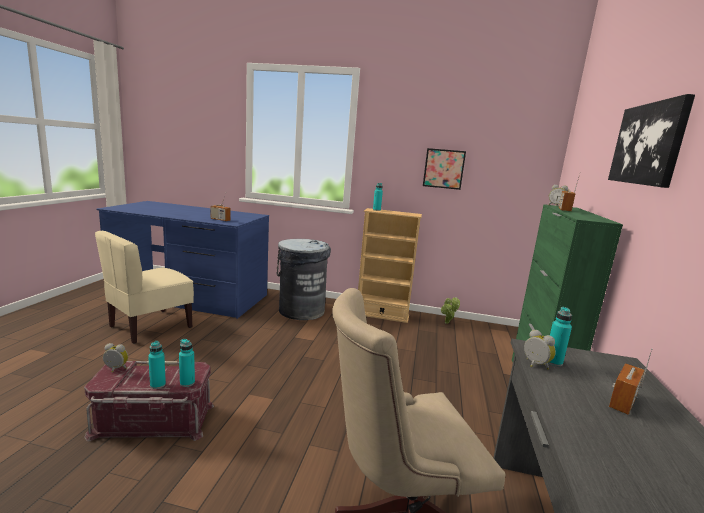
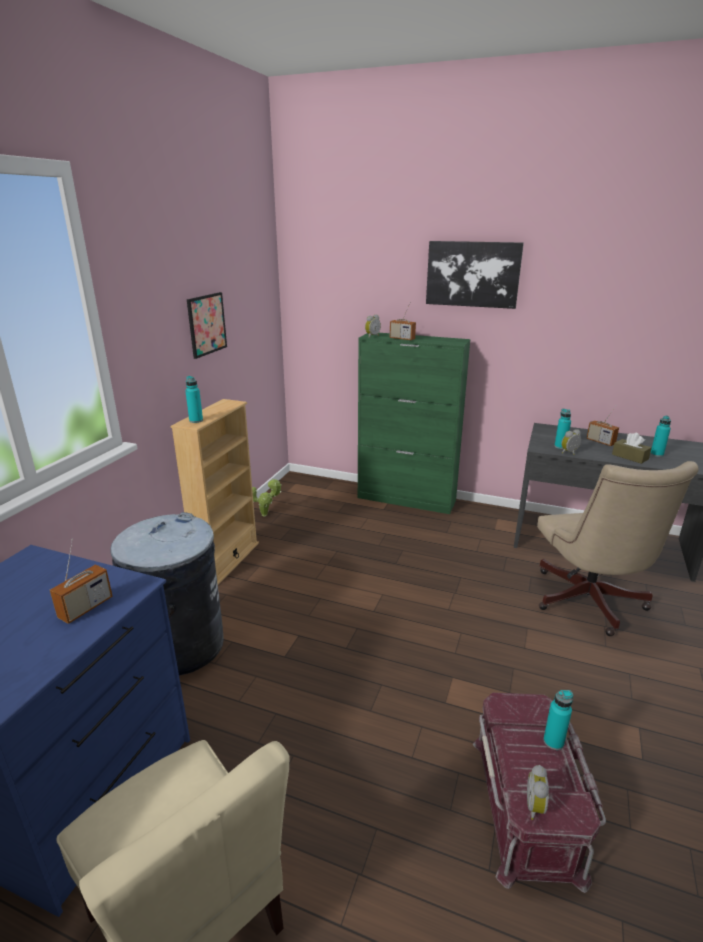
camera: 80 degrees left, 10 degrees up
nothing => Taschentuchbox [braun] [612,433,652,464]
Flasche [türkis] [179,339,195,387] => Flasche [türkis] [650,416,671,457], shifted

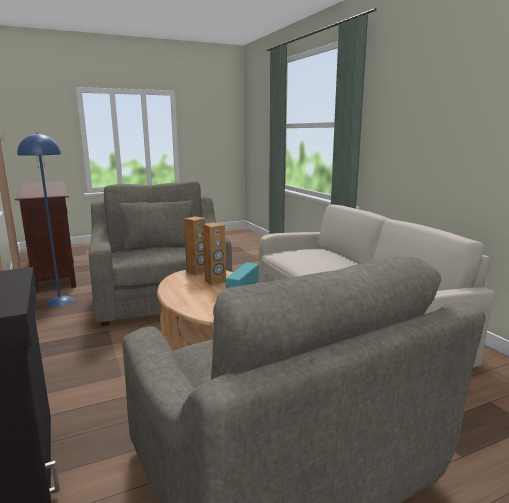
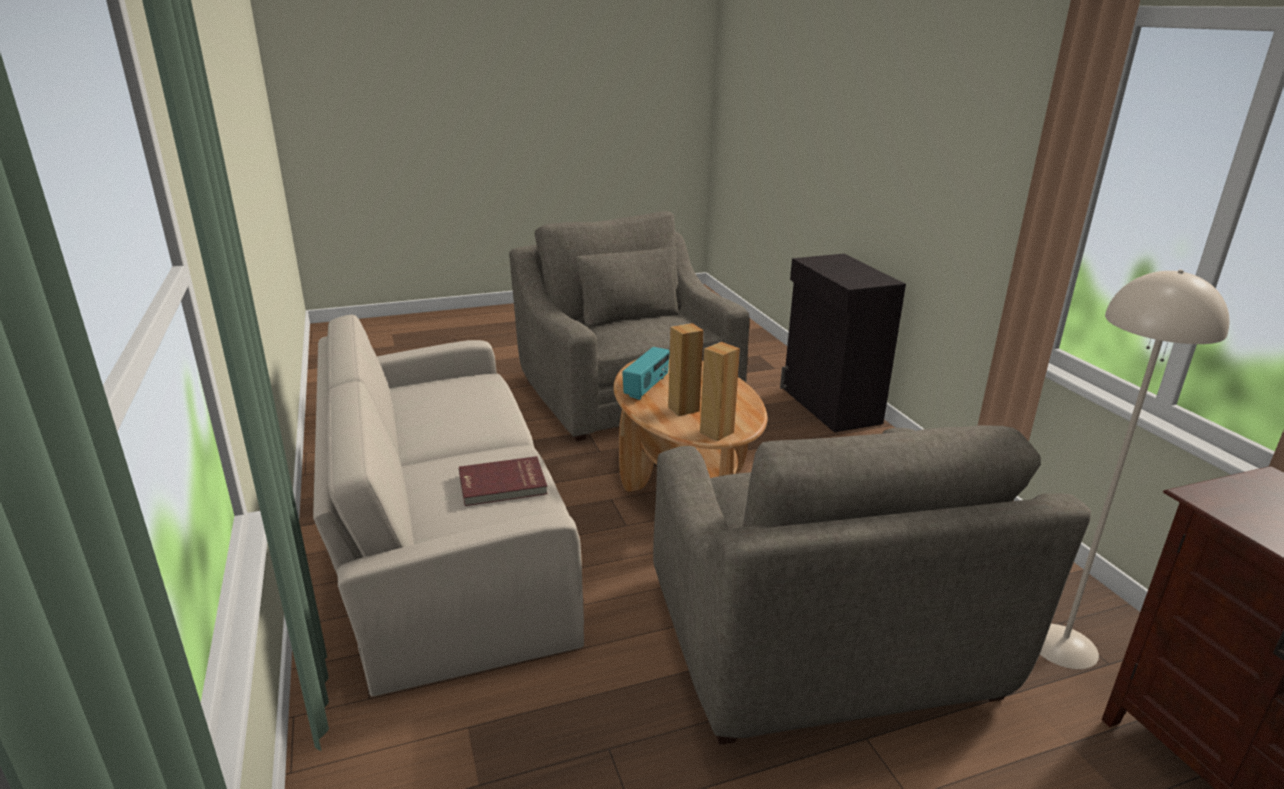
camera: 175 degrees left, 10 degrees up
nothing => Buch [rot] [459,456,548,506]
Stehlampe [blau] [17,133,74,307] => Stehlampe [beige] [1040,269,1229,669]

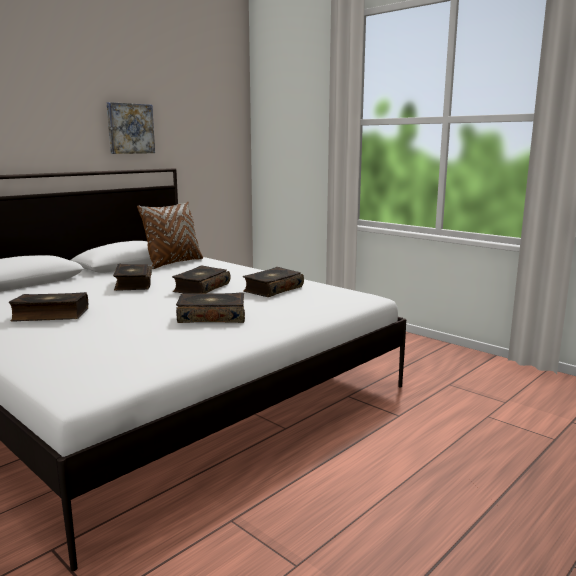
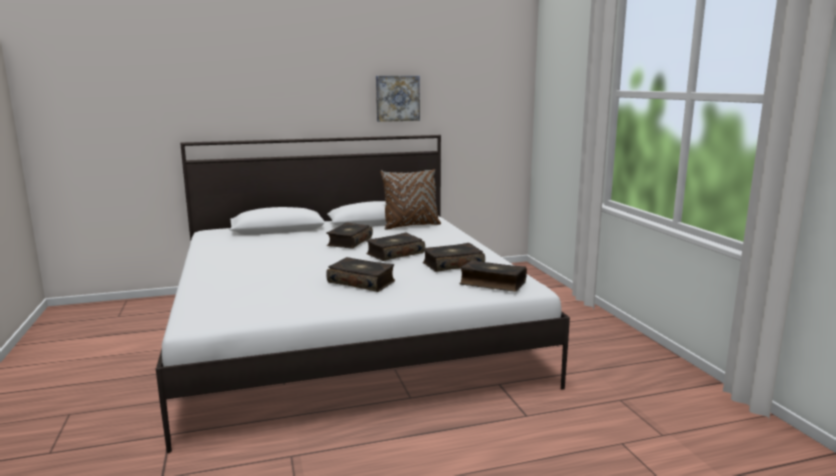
camera: 30 degrees right, 0 degrees up
Buch [9,292,88,322] => Buch [460,260,527,292], shifted

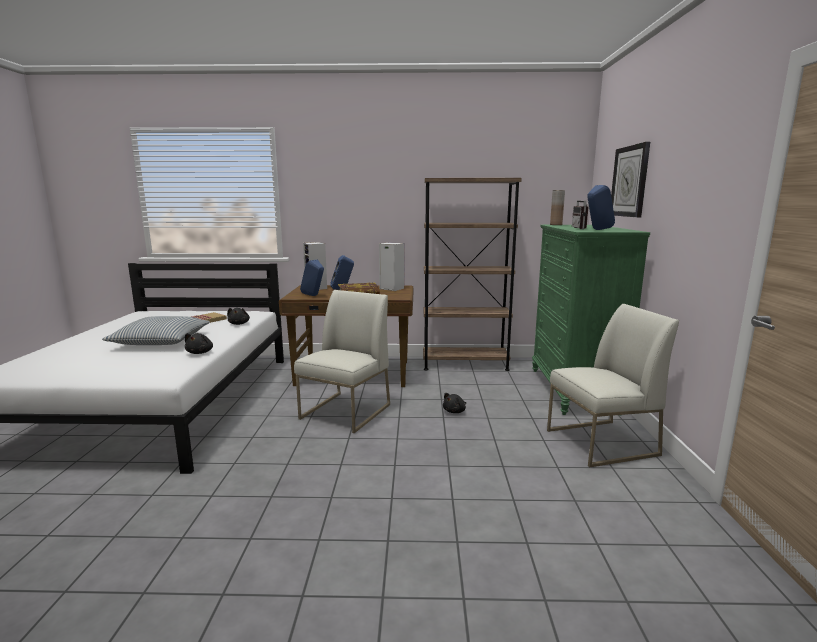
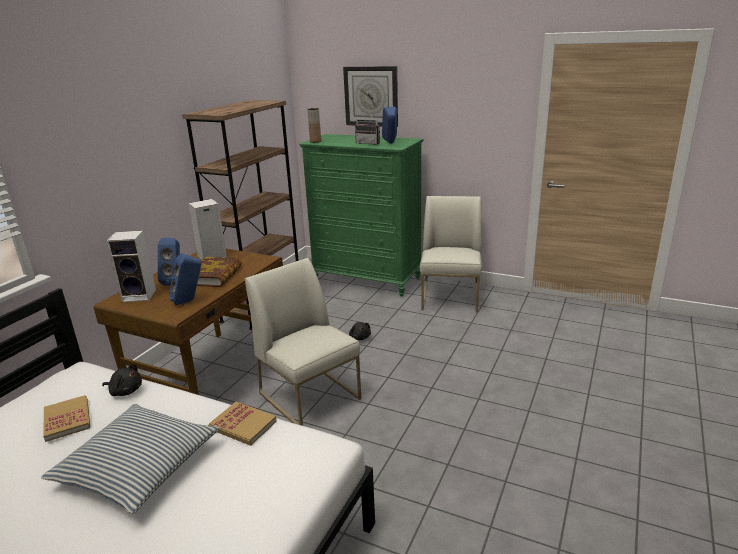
camera: 65 degrees left, 10 degrees up
Plüschtier [schwarz] [185,333,213,354] => Buch [208,402,277,446]

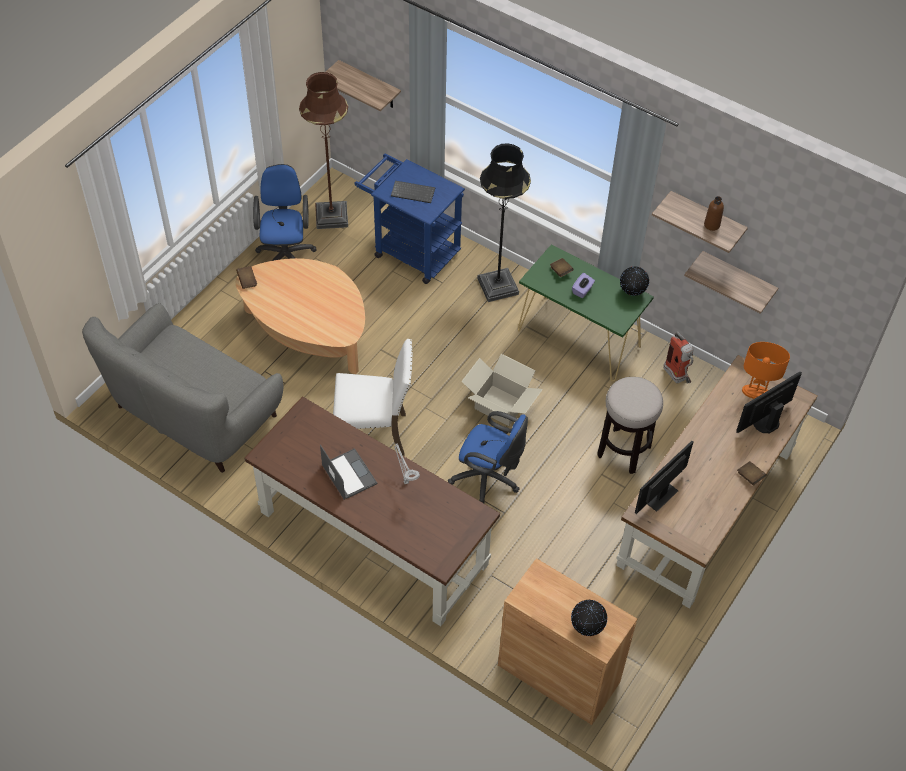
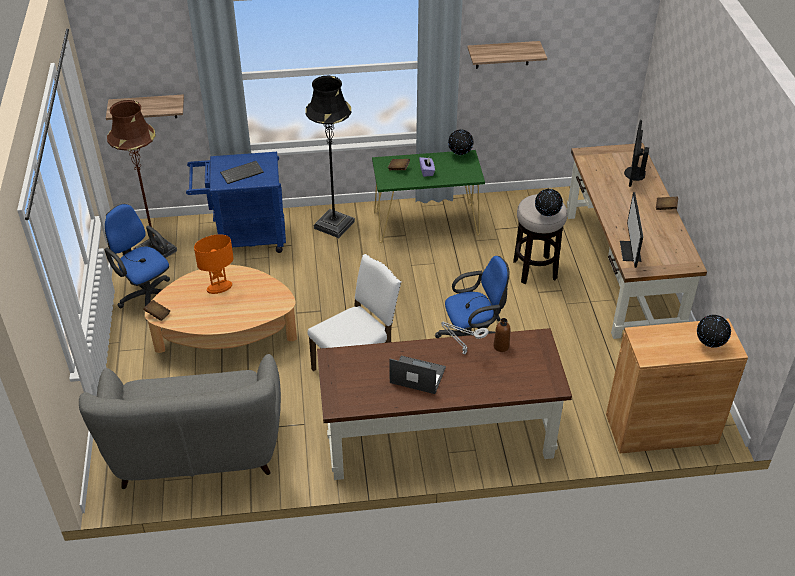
camera: 40 degrees left, 10 degrees down
Tischlampe [orange] [742,342,790,399] => Tischlampe [orange] [194,234,233,294], shifted
Flasche [braun] [704,196,724,231] => Flasche [braun] [493,318,511,352], shifted
nothing => Globus [535,189,563,217]
Karton [461,354,543,426] => nothing
Feuerlöscher [663,332,694,384] => nothing
Wandregal [684,251,778,314] => nothing

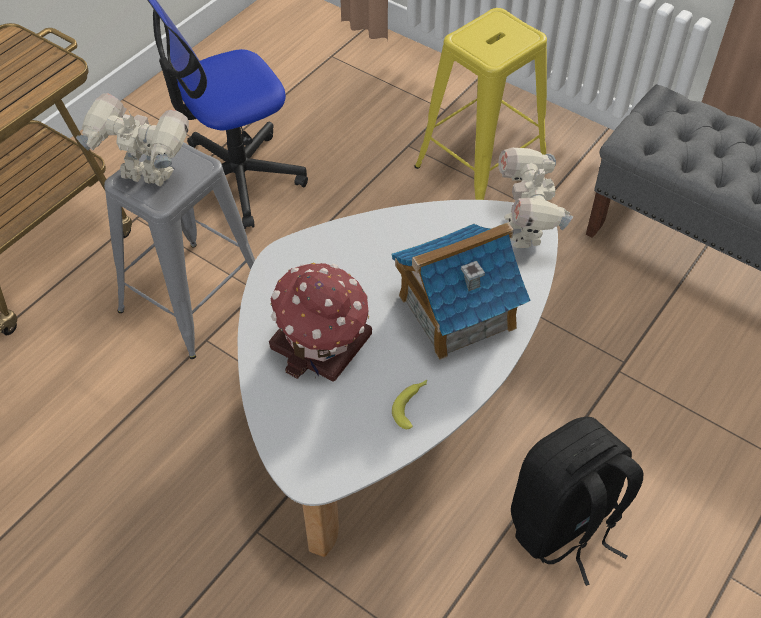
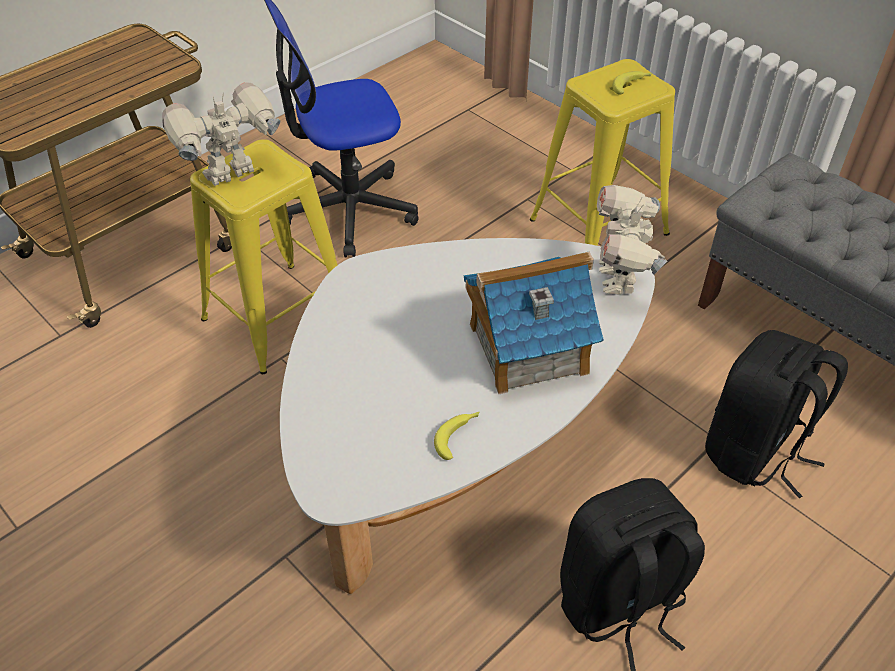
camera: 10 degrees right, 5 degrees down
Spielzeugroboter [76,94,189,187] => Spielzeugroboter [162,82,281,186], 60 degrees counterclockwise
Hocker [grau] [104,142,255,359] => Hocker [gelb] [190,139,337,374]
nothing => Banane [613,71,652,95]
nothing => Rucksack [schwarz] [705,330,848,498]
Spielzeughaus [269,263,372,382] => nothing

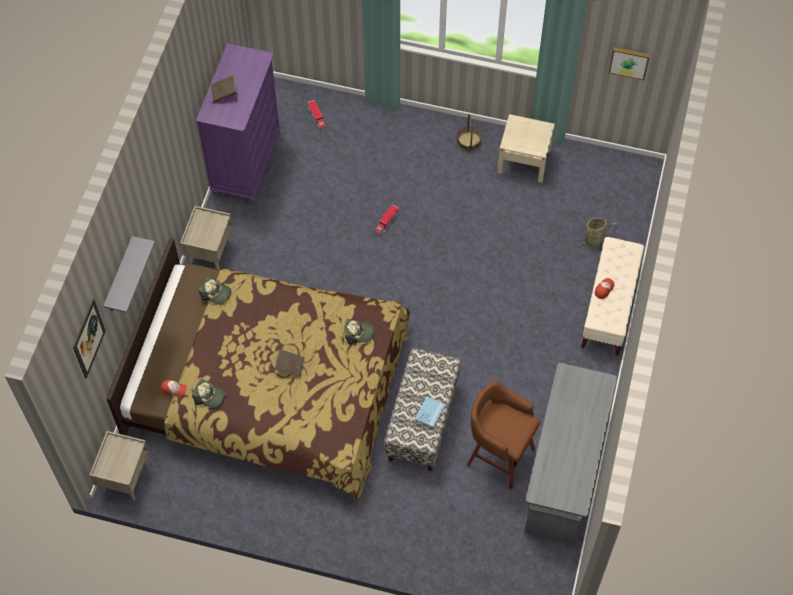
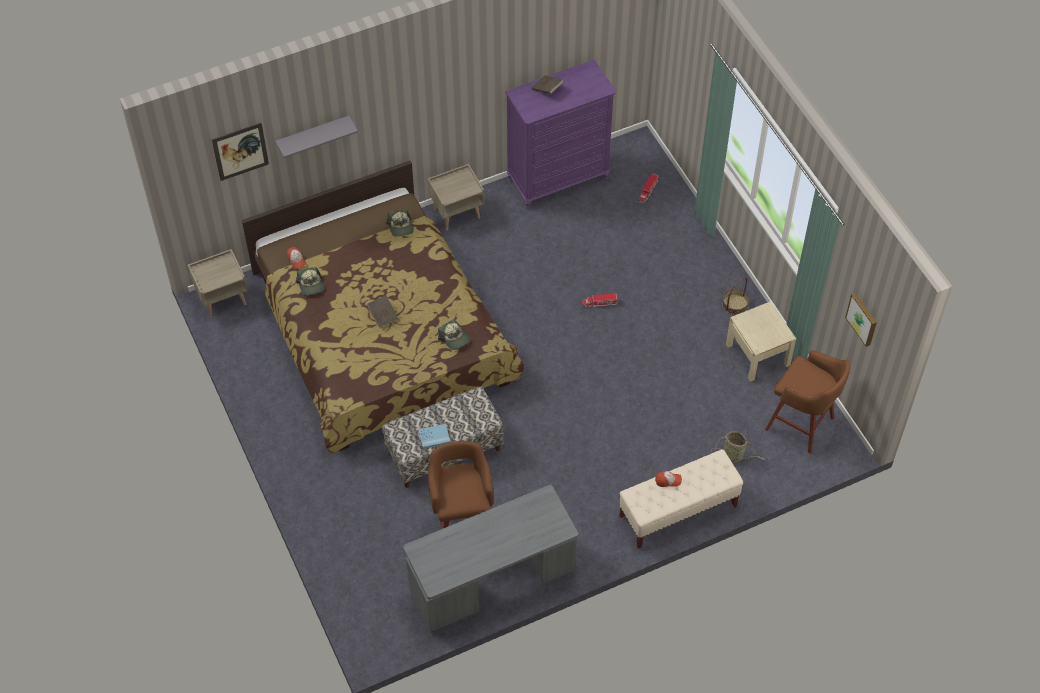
camera: 50 degrees right, 5 degrees down
nothing => Hocker [braun] [765,350,850,454]

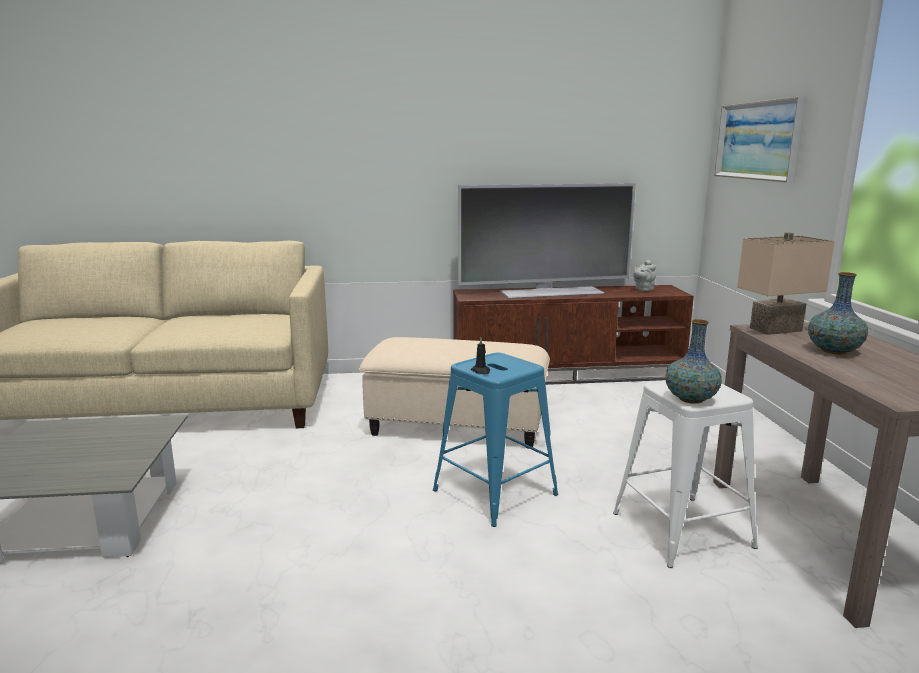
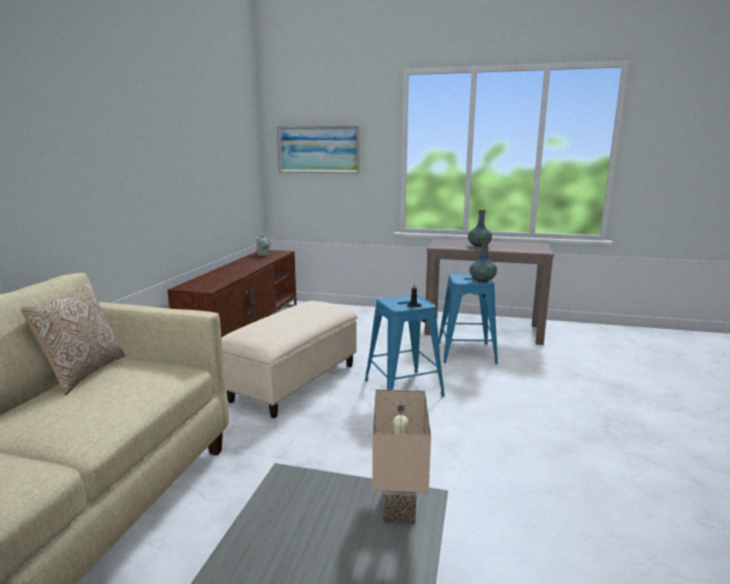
camera: 70 degrees left, 0 degrees up
nothing => Kissen [21,282,125,395]
Tischlampe [beige] [737,232,835,335] => Tischlampe [beige] [372,389,431,524], shifted
Hocker [weiß] [613,380,758,568] => Hocker [blau] [439,274,498,364]
Fernseher [458,183,636,299] => nothing

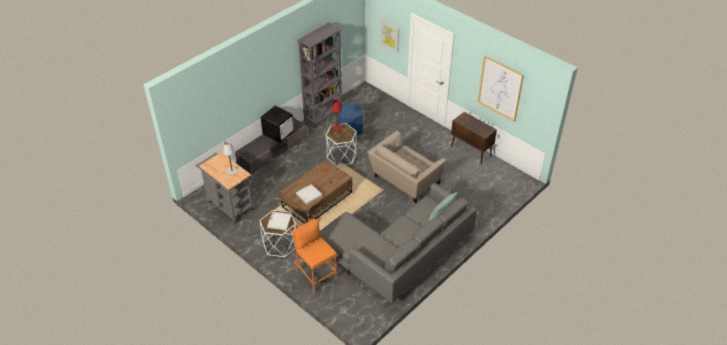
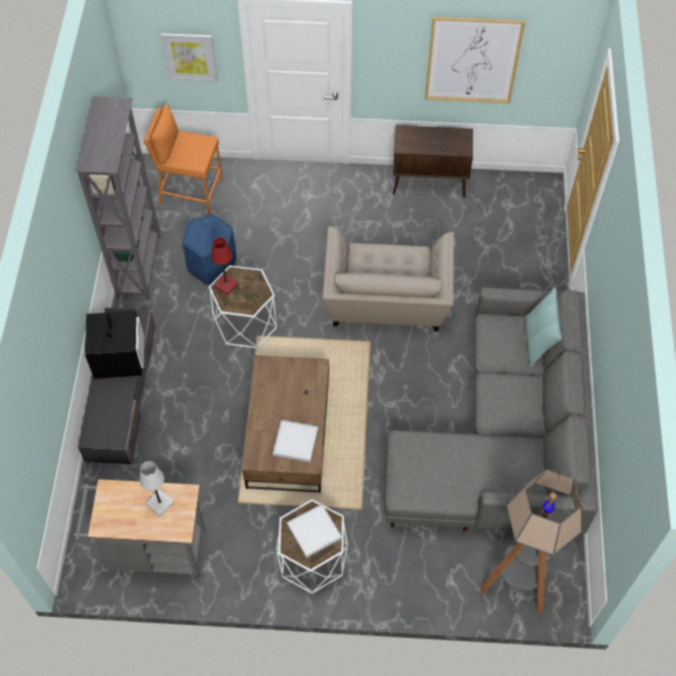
camera: 40 degrees left, 15 degrees up
Hocker [orange] [292,219,337,292] => Hocker [orange] [144,104,223,215], shifted
nothing => Stehlampe [480,469,582,615]

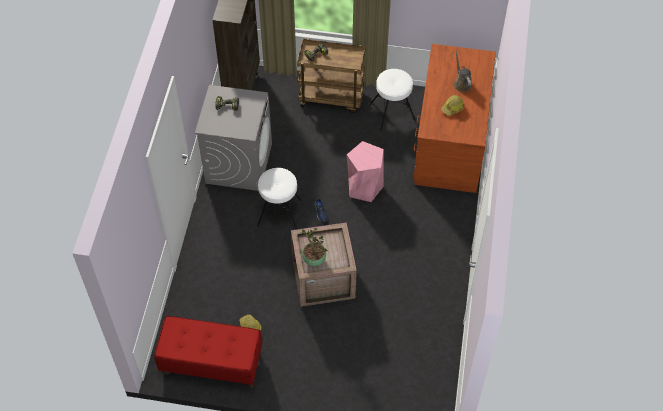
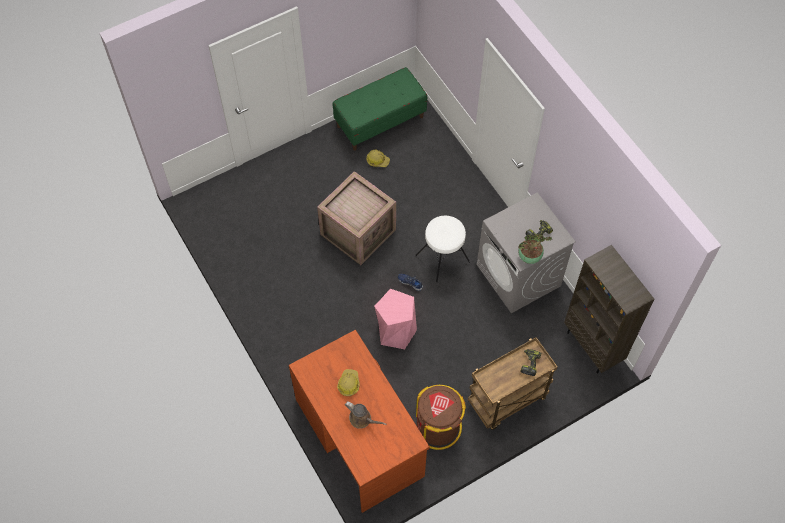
camera: 140 degrees right, 5 degrees up
Bank [rot] [154,316,262,388] => Bank [grün] [333,67,427,151]
Hocker [weiß] [369,69,416,131] => Mülleimer [braun] [416,385,466,450]
Topfpflanze [302,228,328,266] => Topfpflanze [518,234,552,264], shifted

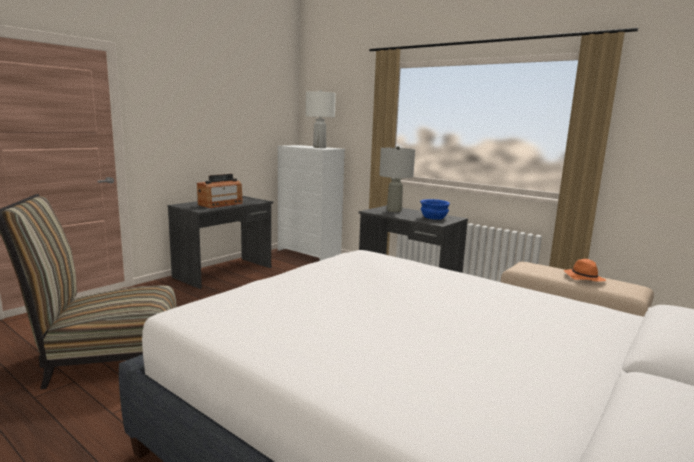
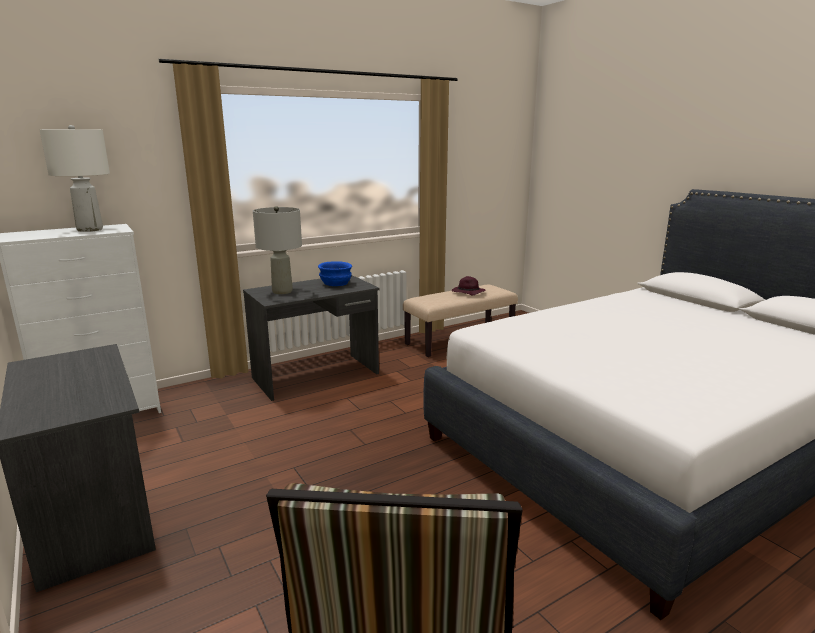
camera: 70 degrees left, 5 degrees up
Hut [orange] [564,259,606,282] => Hut [lila] [452,276,485,295]
Radio [197,174,243,208] => nothing

